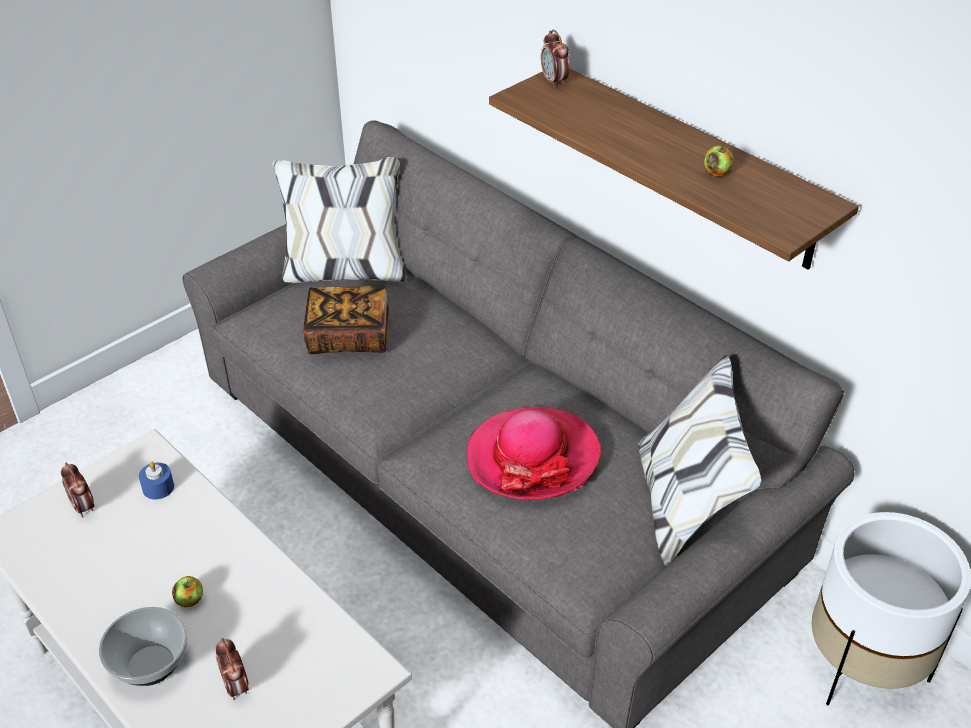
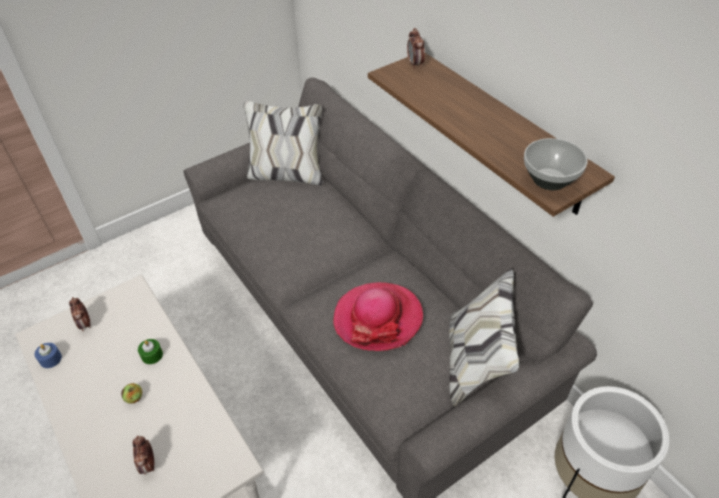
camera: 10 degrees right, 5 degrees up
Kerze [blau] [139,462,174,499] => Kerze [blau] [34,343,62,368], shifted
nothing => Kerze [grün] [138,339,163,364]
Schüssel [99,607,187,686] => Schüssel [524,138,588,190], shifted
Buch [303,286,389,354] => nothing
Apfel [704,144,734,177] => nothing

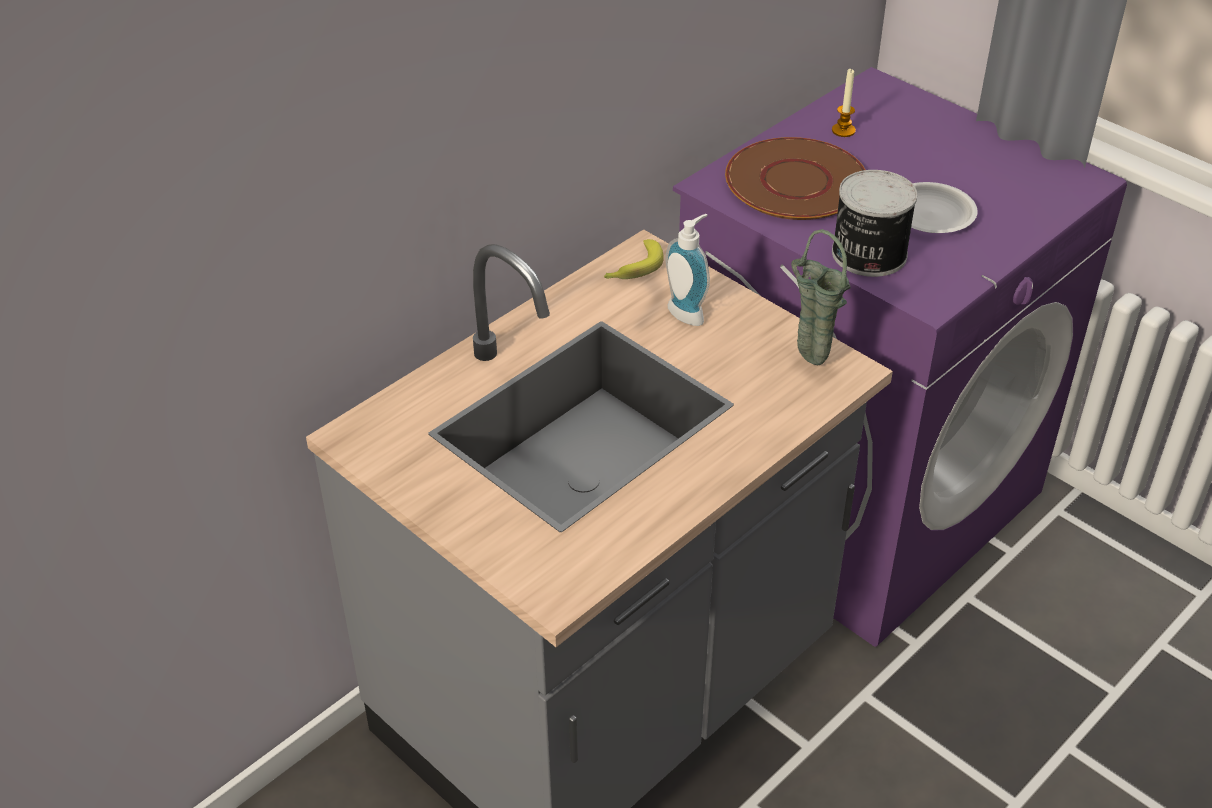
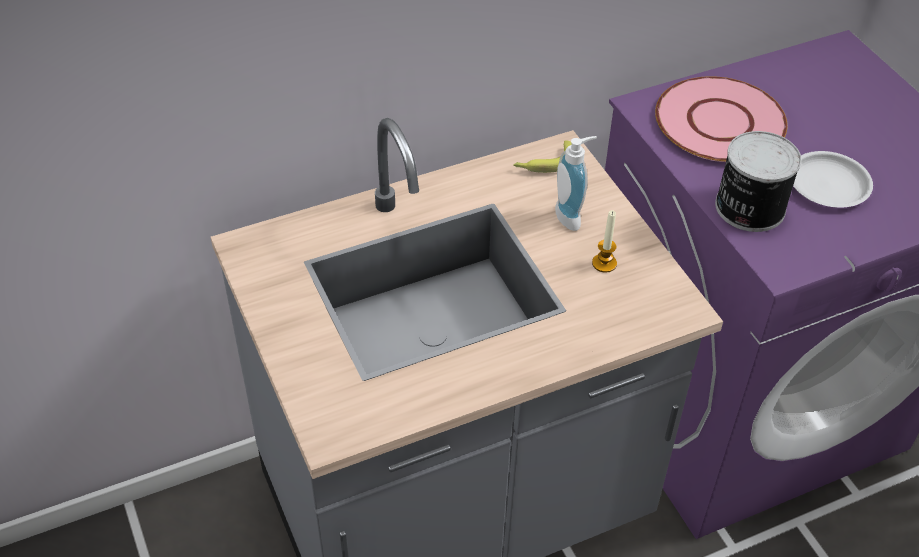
camera: 20 degrees right, 5 degrees up
Kerze [832,69,856,137] => Kerze [592,210,617,273], shifted
Teller [braun] [725,137,866,220] => Teller [rosa] [655,76,788,162]
Vase [grün] [791,229,851,365] => nothing

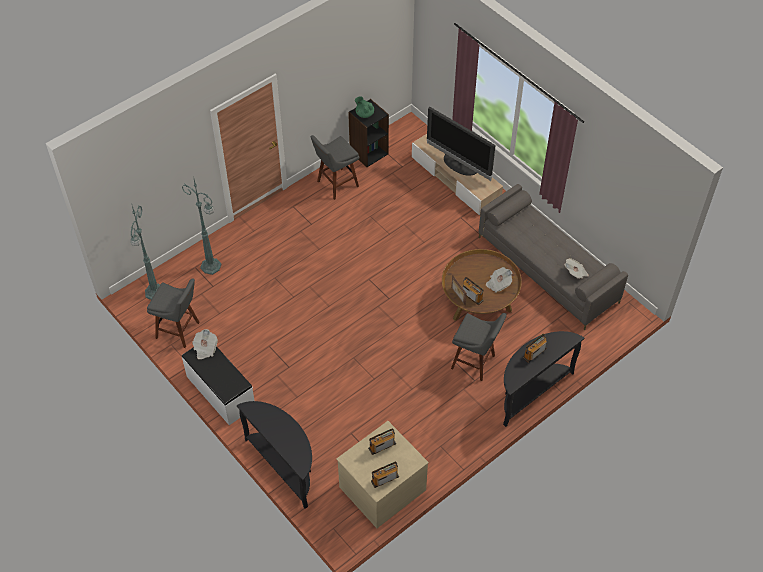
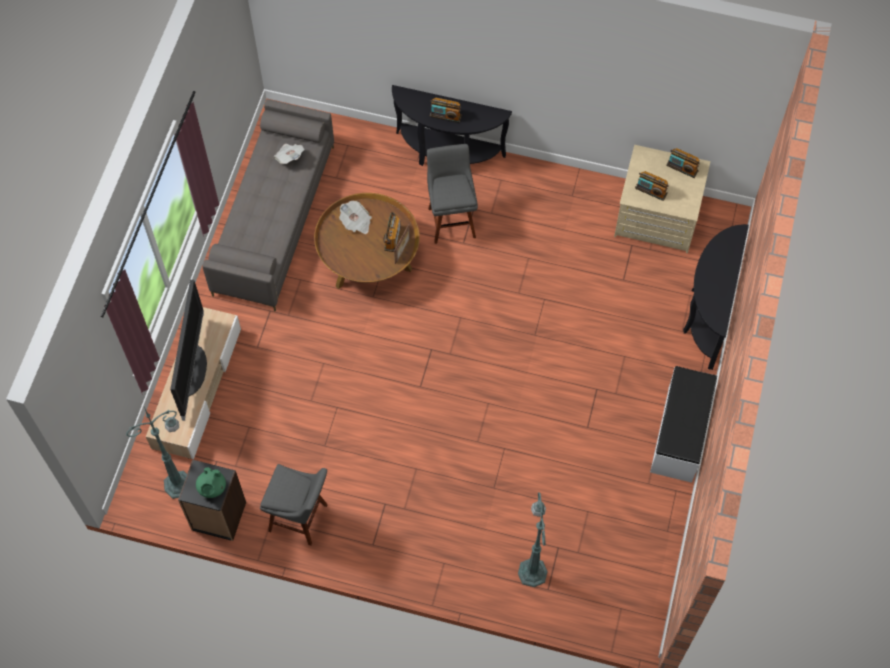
camera: 125 degrees left, 10 degrees up
Stehlampe [grün] [131,205,160,300] => Stehlampe [grün] [126,407,187,499], shifted
Hocker [grau] [147,278,200,348] => nothing
Zeitung [192,329,218,359] => nothing

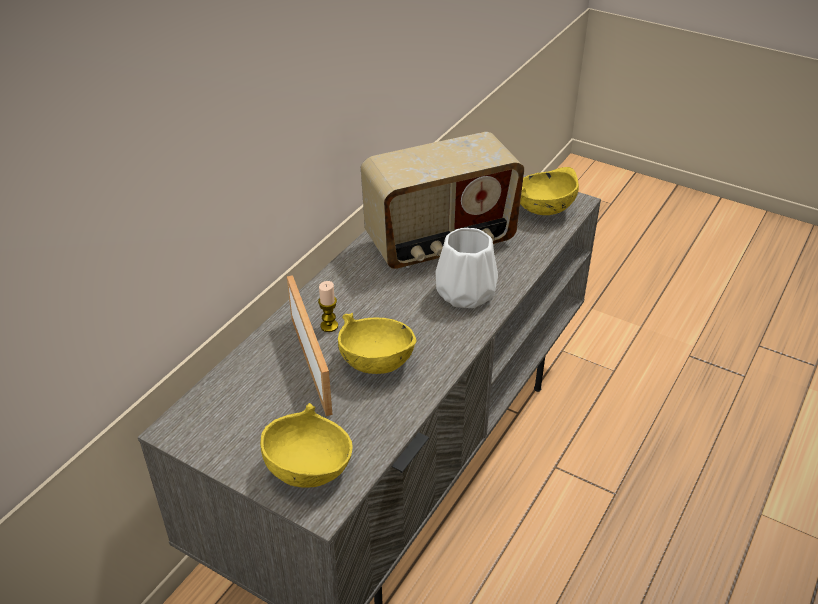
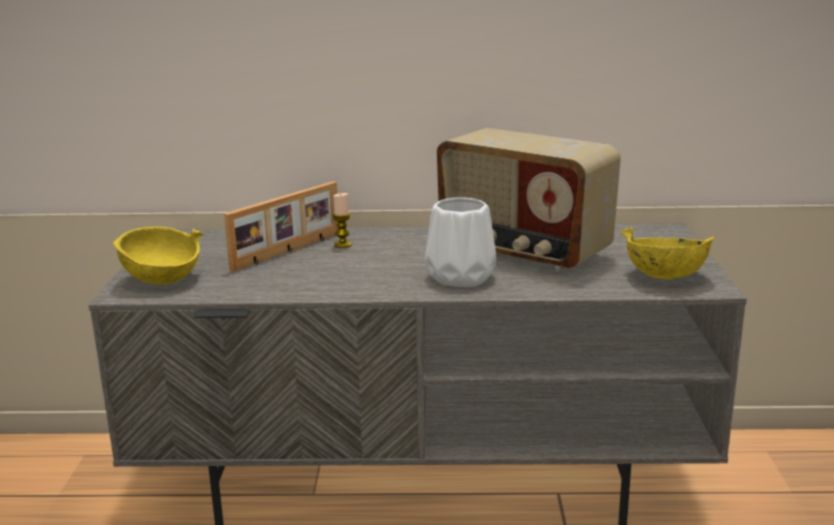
camera: 60 degrees right, 20 degrees down
Schüssel [gelb] [338,313,416,374] => nothing

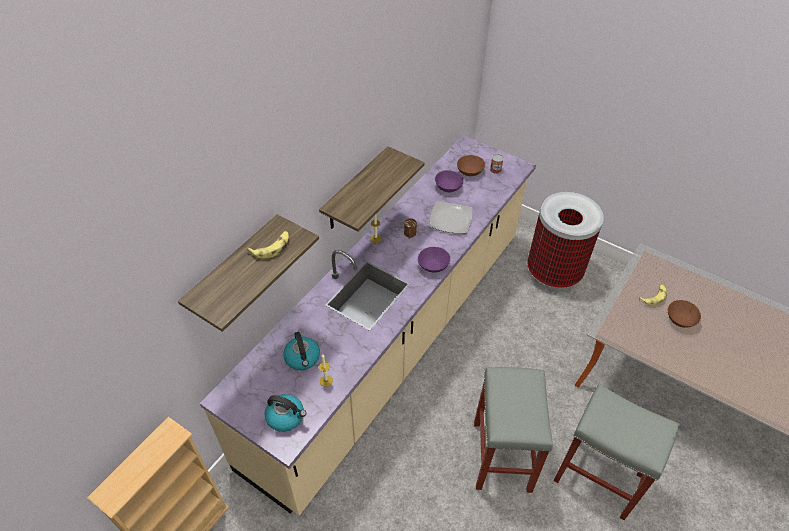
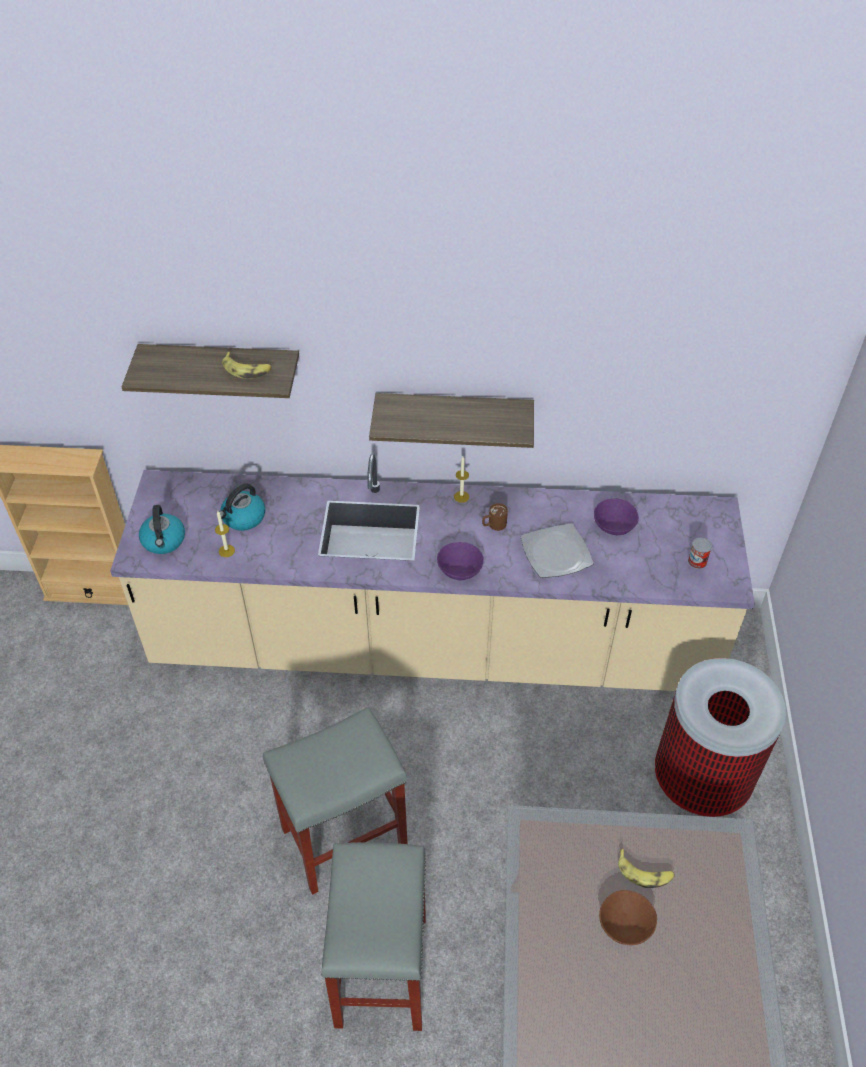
camera: 60 degrees right, 0 degrees up
Schüssel [braun] [457,155,485,176] => nothing

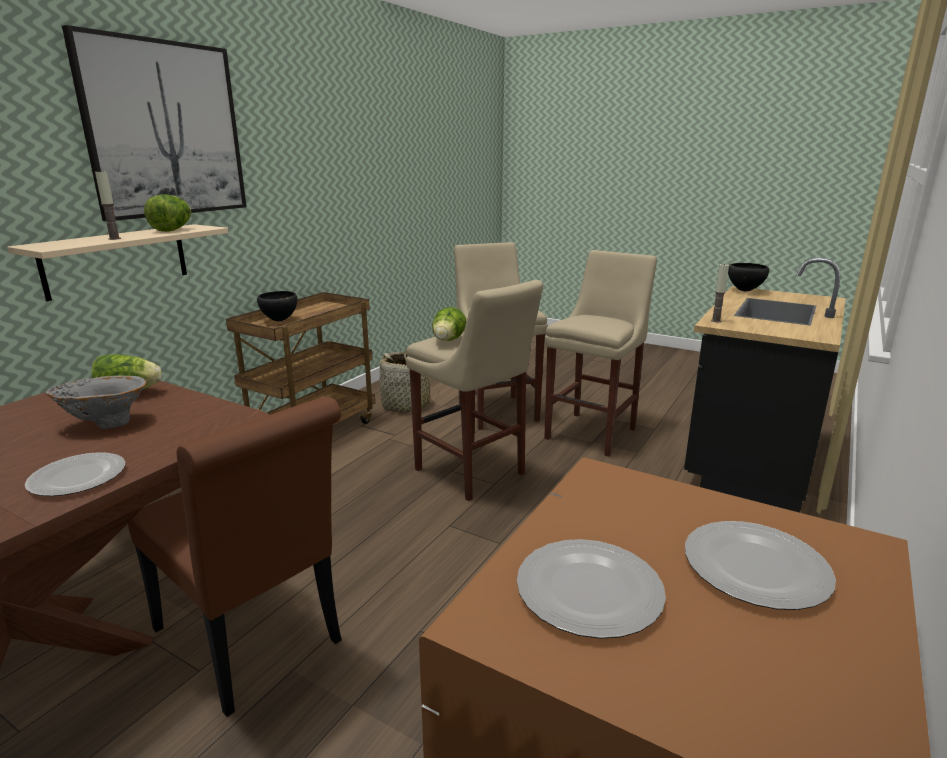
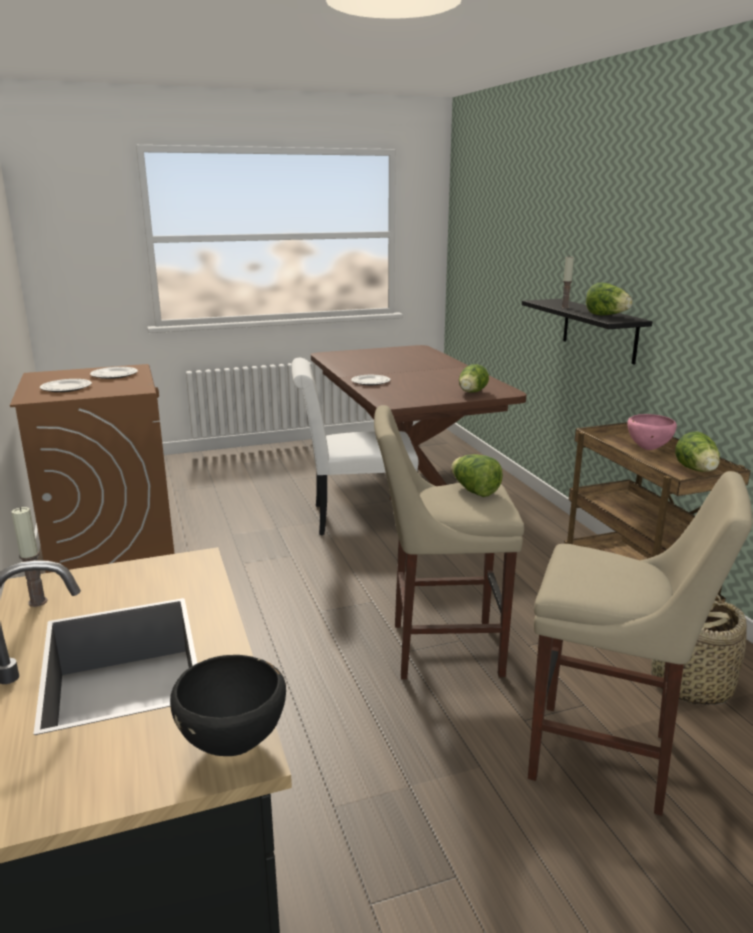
camera: 130 degrees right, 0 degrees up
Kerze [711,263,729,322] => Kerze [11,507,48,607], shifted
Stuhl [braun] [128,397,342,717] => Stuhl [weiß] [292,358,419,535]
Wandregal [beige] [7,224,228,301] => Wandregal [schwarz] [522,299,652,364]
Schüssel [schwarz] [257,291,297,322] => Schüssel [rosa] [628,414,677,450]
nothing => Salatkopf [675,431,720,472]
Vase [grau] [46,376,147,429] => nothing
Bild [62,25,247,221] => nothing
Hocker [beige] [544,250,657,457] => nothing

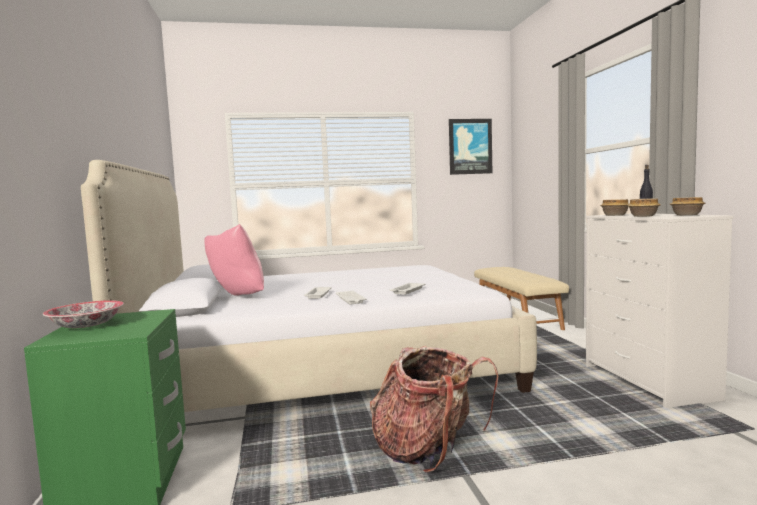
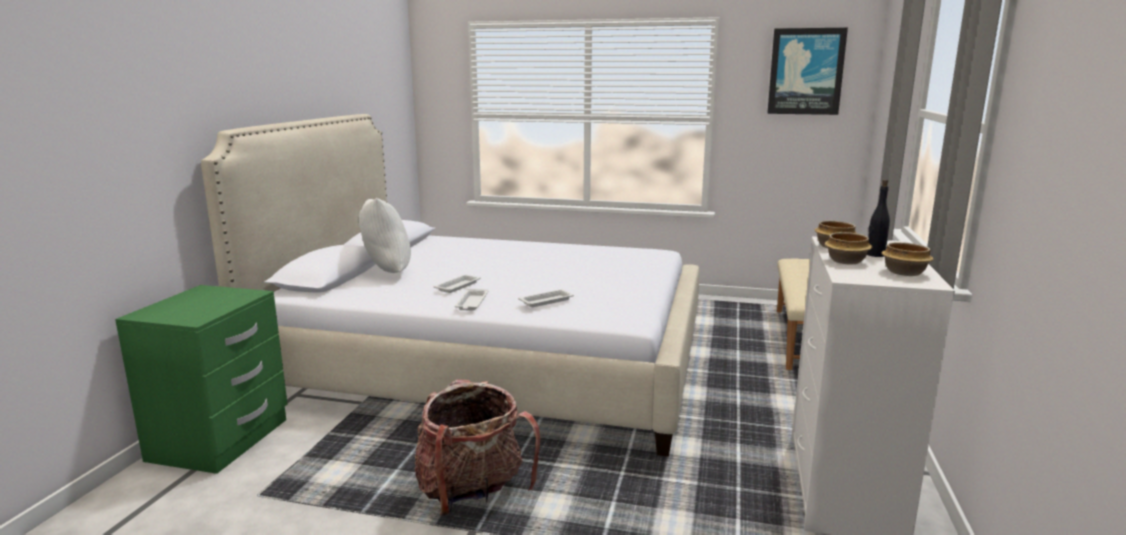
camera: 25 degrees right, 10 degrees up
Kissen [rosa] [204,224,264,296] => Kissen [weiß] [359,198,411,273]
Schüssel [43,300,124,328] => nothing

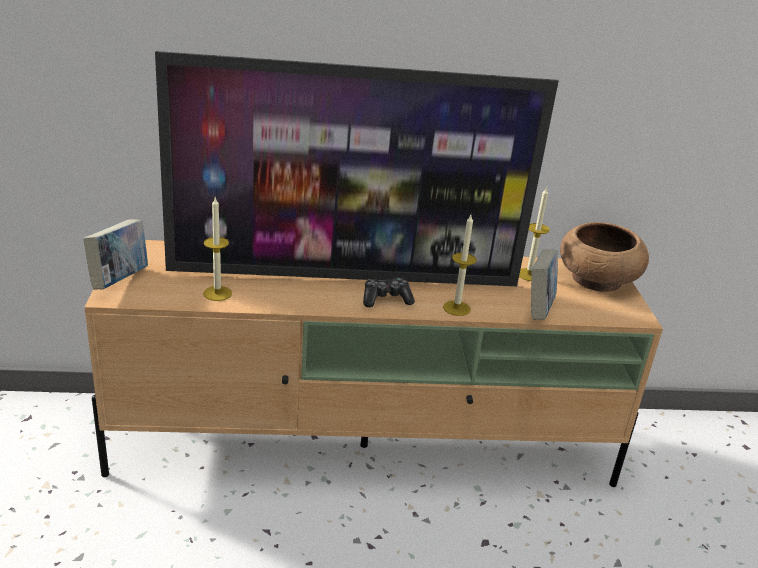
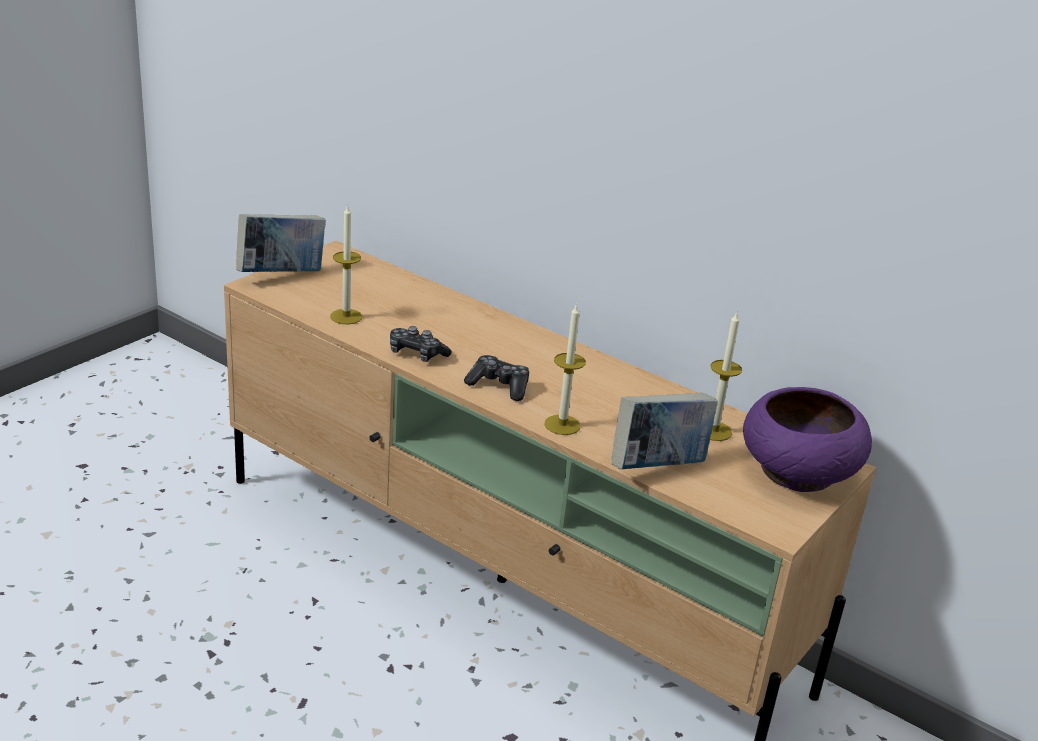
camera: 40 degrees right, 0 degrees up
nothing => Gamepad [390,326,451,362]
Schüssel [braun] [560,222,649,292] => Schüssel [lila] [743,387,872,492]
Fernseher [155,51,559,286] => nothing

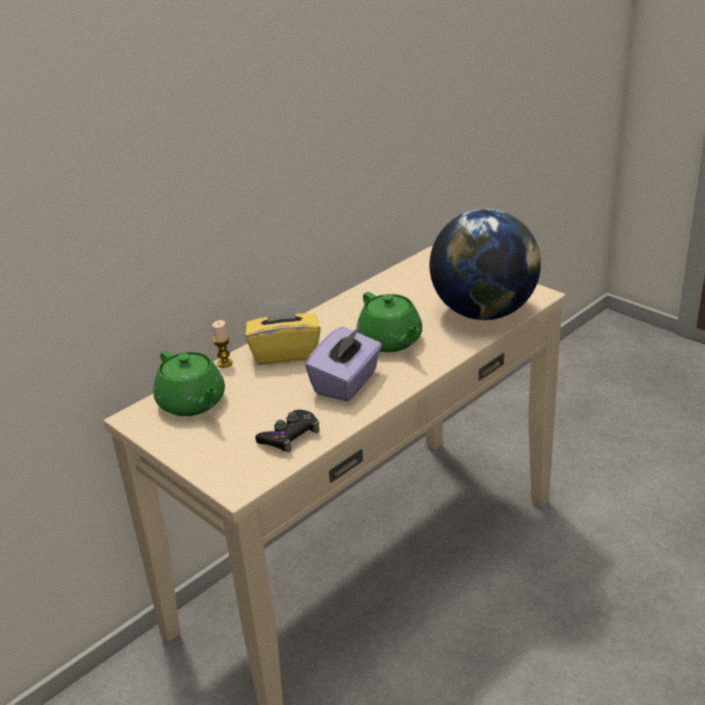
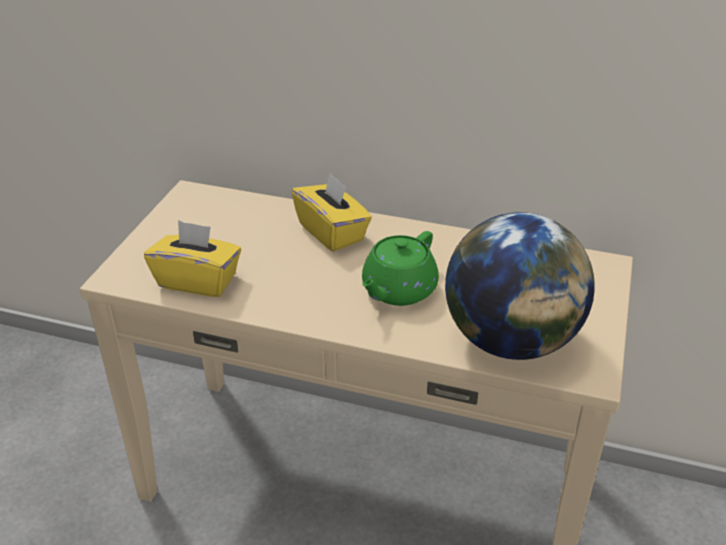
camera: 60 degrees right, 5 degrees up
Gamepad [schwarz] [255,410,320,453] => Taschentuchbox [gelb] [144,220,241,297]
Teekanne [grün] [153,351,225,416] => nothing
Kerze [212,320,233,368] => nothing
Taschentuchbox [lila] [305,326,382,401] => nothing

